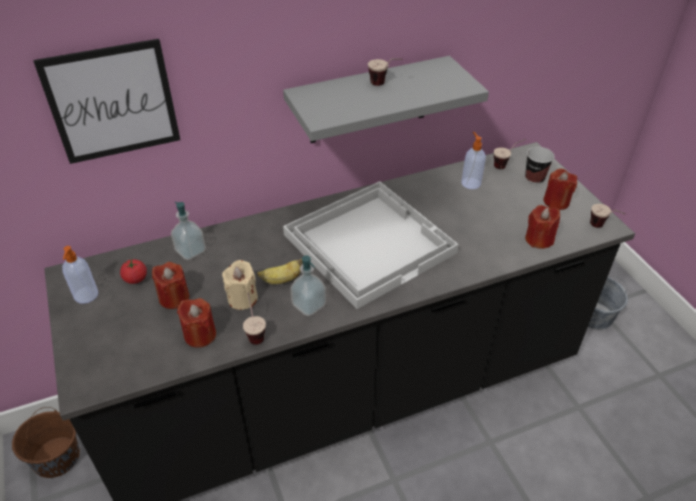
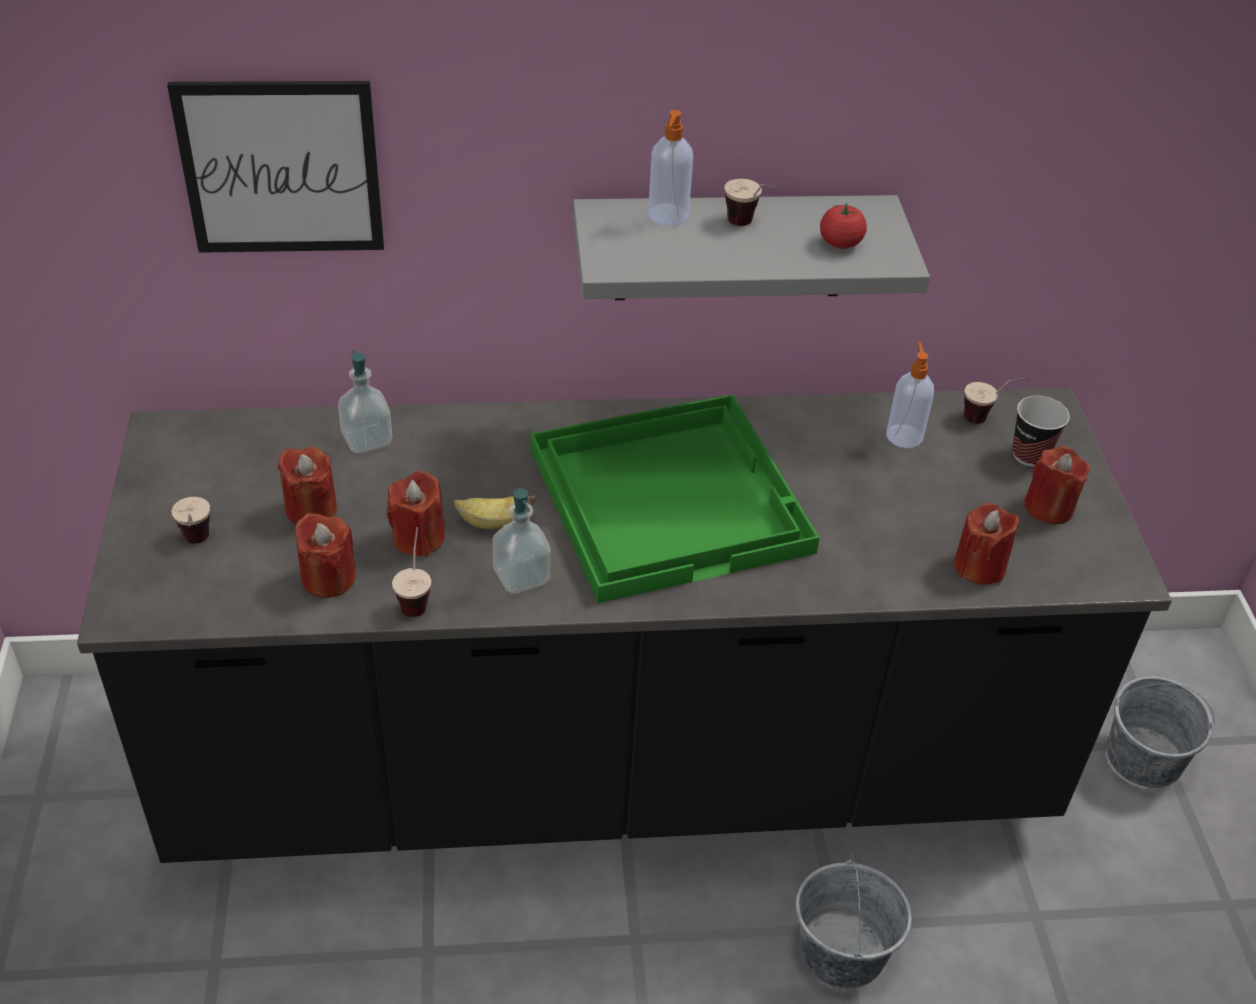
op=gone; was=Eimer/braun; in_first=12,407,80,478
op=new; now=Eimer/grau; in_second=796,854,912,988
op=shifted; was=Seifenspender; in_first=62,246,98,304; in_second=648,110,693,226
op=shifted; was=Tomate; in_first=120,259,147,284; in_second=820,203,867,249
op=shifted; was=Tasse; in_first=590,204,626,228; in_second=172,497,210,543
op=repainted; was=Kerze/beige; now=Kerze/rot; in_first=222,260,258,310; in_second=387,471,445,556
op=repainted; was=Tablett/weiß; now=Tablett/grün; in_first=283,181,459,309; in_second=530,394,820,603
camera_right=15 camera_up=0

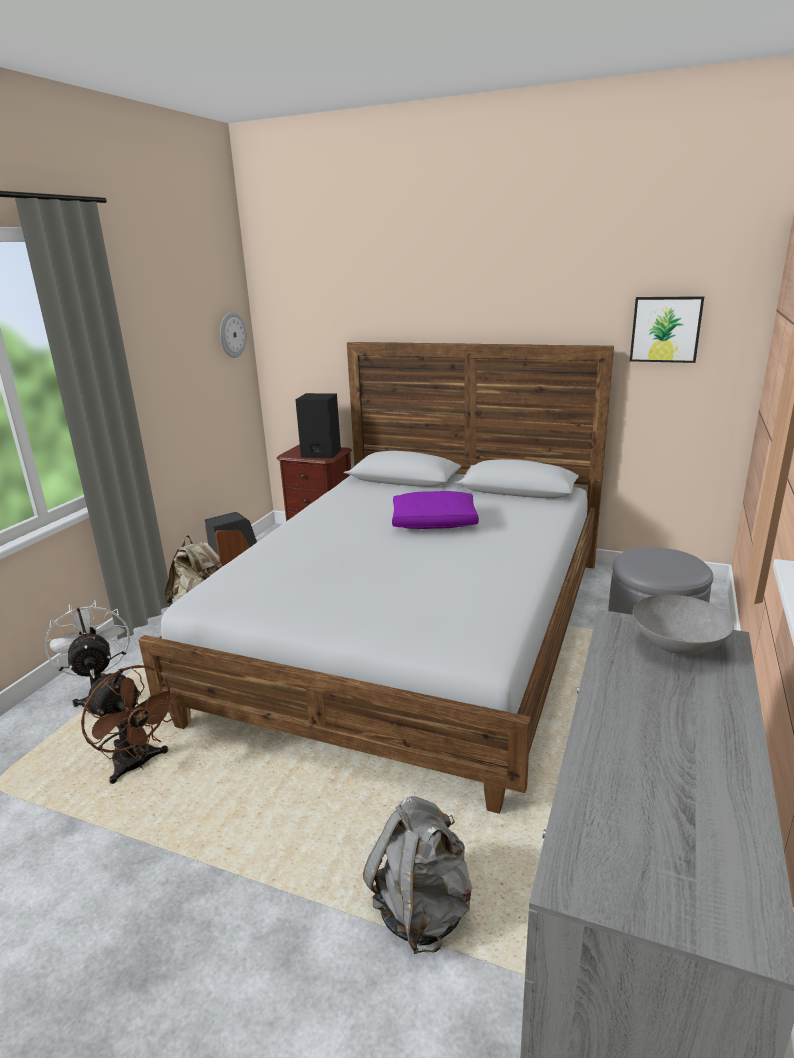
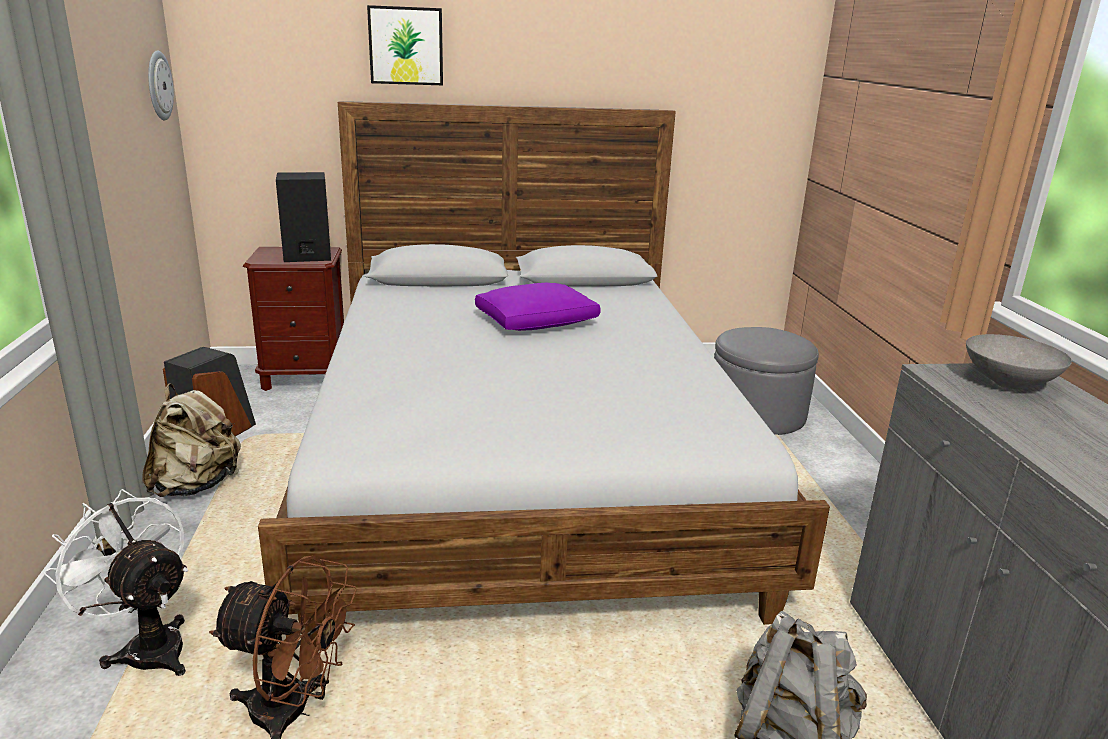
op=shifted; was=Bild; in_first=630,296,704,363; in_second=367,5,443,85
camera_right=-30 camera_up=0

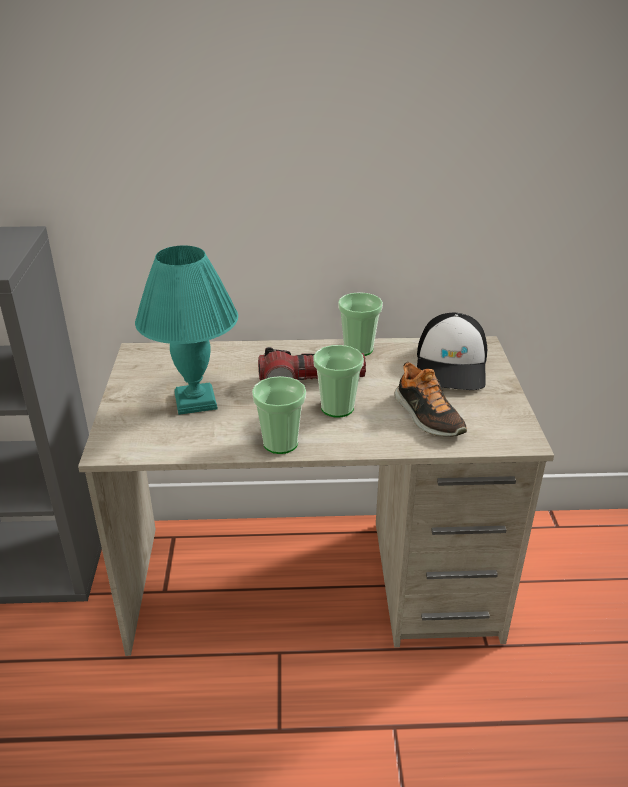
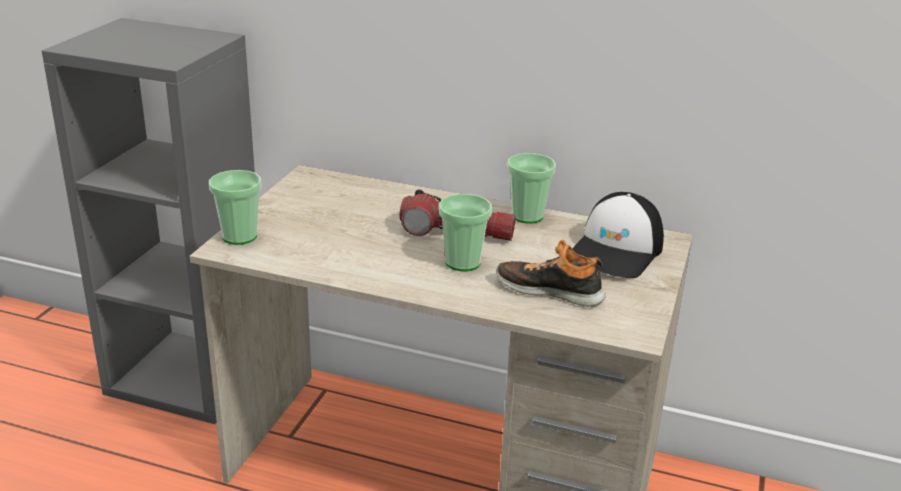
op=gone; was=Tischlampe/türkis; in_first=135,245,238,415
op=shifted; was=Tasse; in_first=252,376,306,454; in_second=209,170,262,245
op=rotated; was=Schuh; in_first=394,362,467,436; in_second=496,240,606,307; clockwise=120
camera_right=20 camera_up=-5

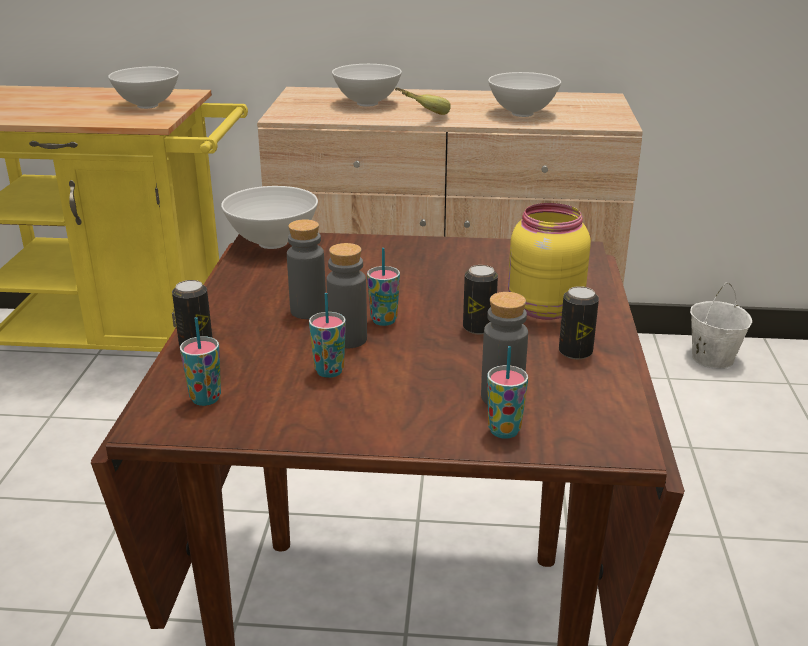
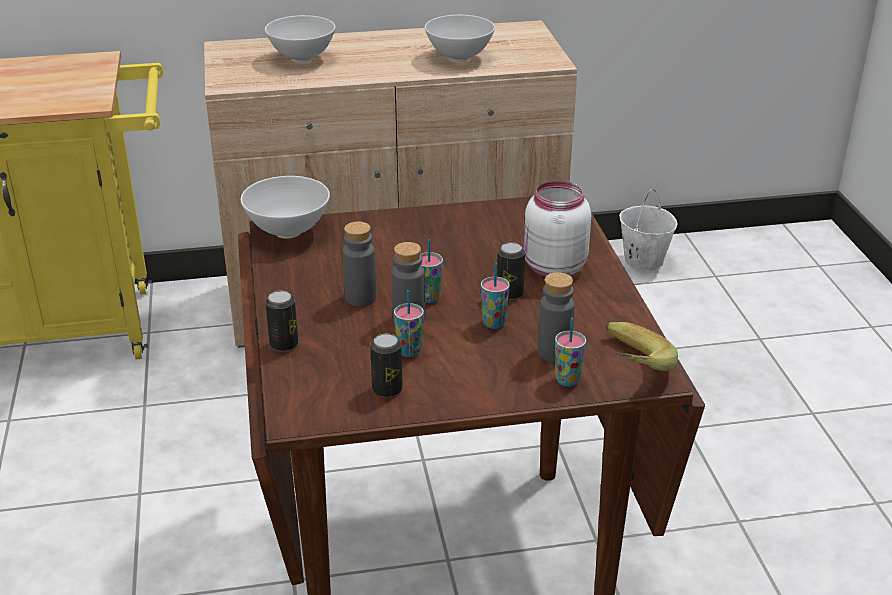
op=gone; was=Schüssel/weiß; in_first=108,67,179,109
op=shifted; was=Tasse; in_first=180,317,221,406; in_second=481,263,510,329
op=shifted; was=Banane; in_first=395,88,451,115; in_second=606,322,678,371
op=shifted; was=Dose; in_first=559,286,599,359; in_second=370,334,403,398
op=repainted; was=Vorratsglas/gelb; now=Vorratsglas/weiß; in_first=508,203,591,320; in_second=524,181,591,277
camera_right=-15 camera_up=5

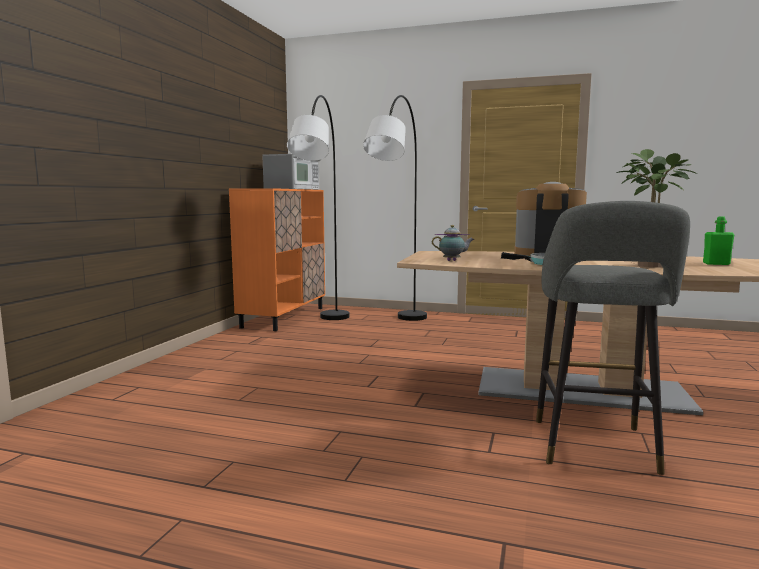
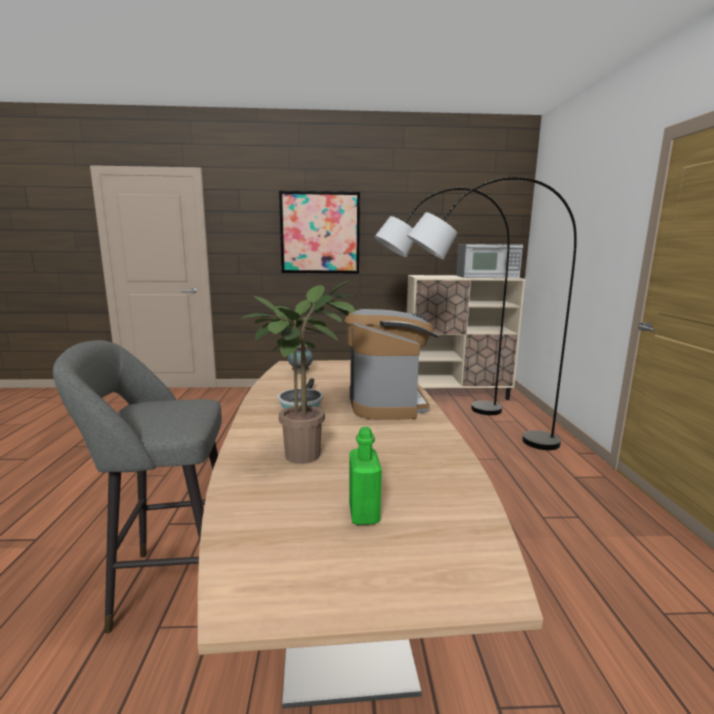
op=new; now=Bild; in_second=279,191,360,274
op=repainted; was=Schrank/orange; now=Schrank/beige; in_first=229,188,325,331; in_second=407,275,525,400
camera_right=70 camera_up=5

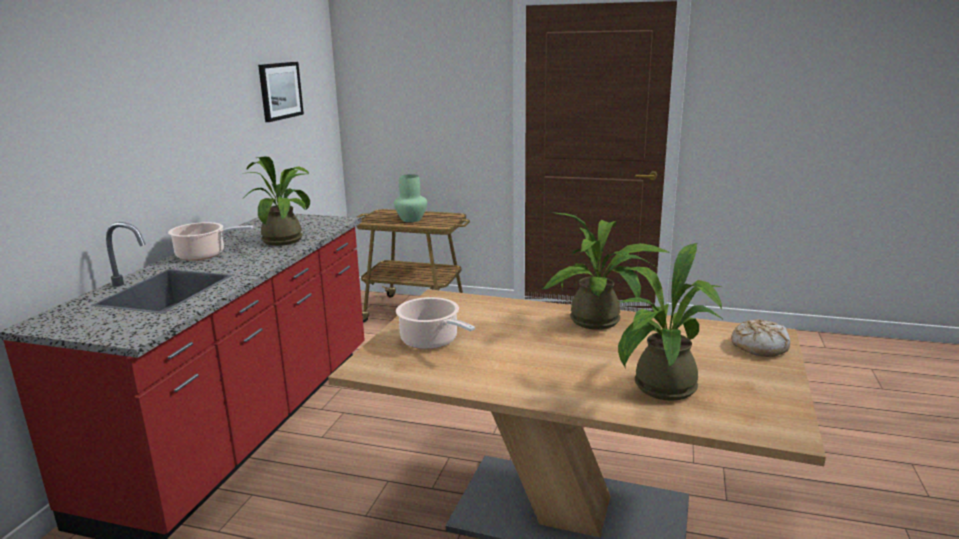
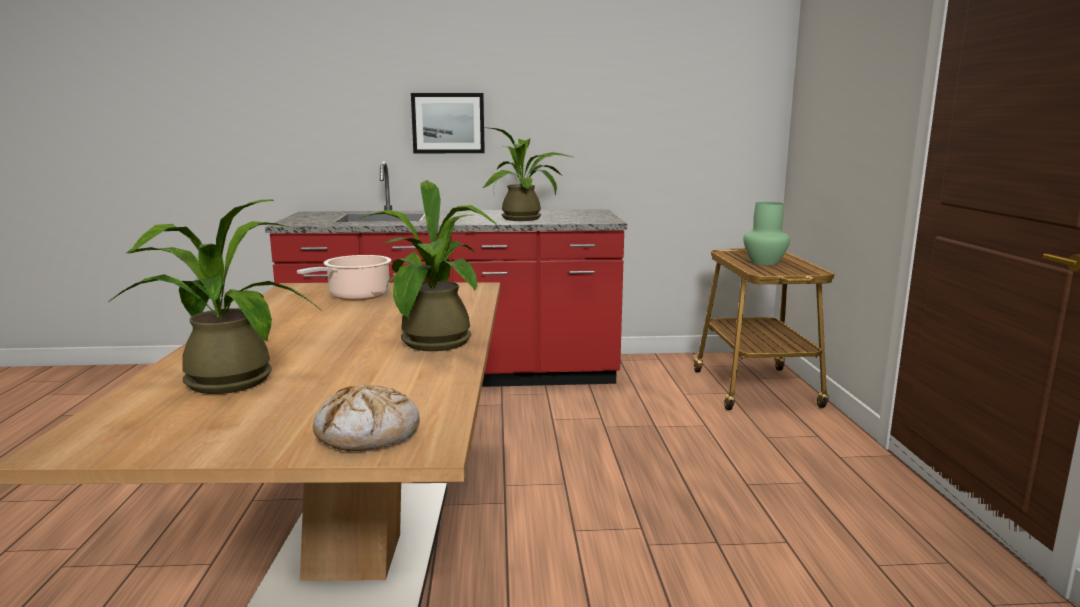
op=gone; was=Kochtopf; in_first=168,222,253,261
op=shifted; was=Bild; in_first=258,62,304,122; in_second=411,93,485,153
camera_right=70 camera_up=-5

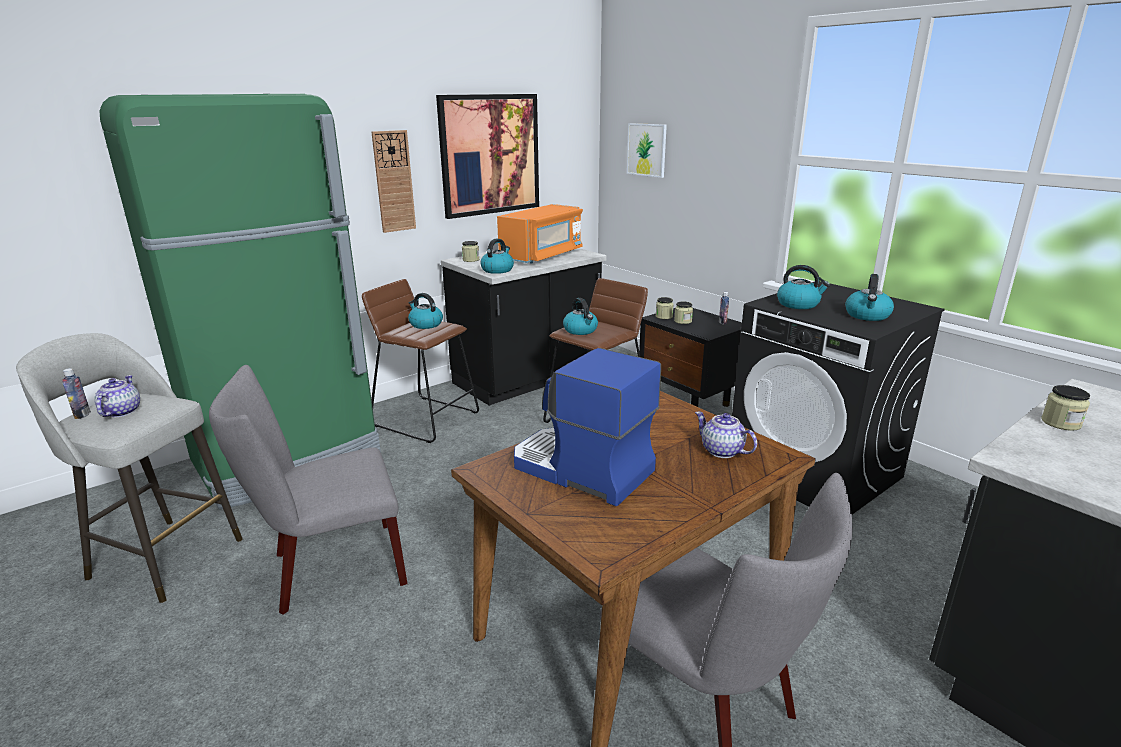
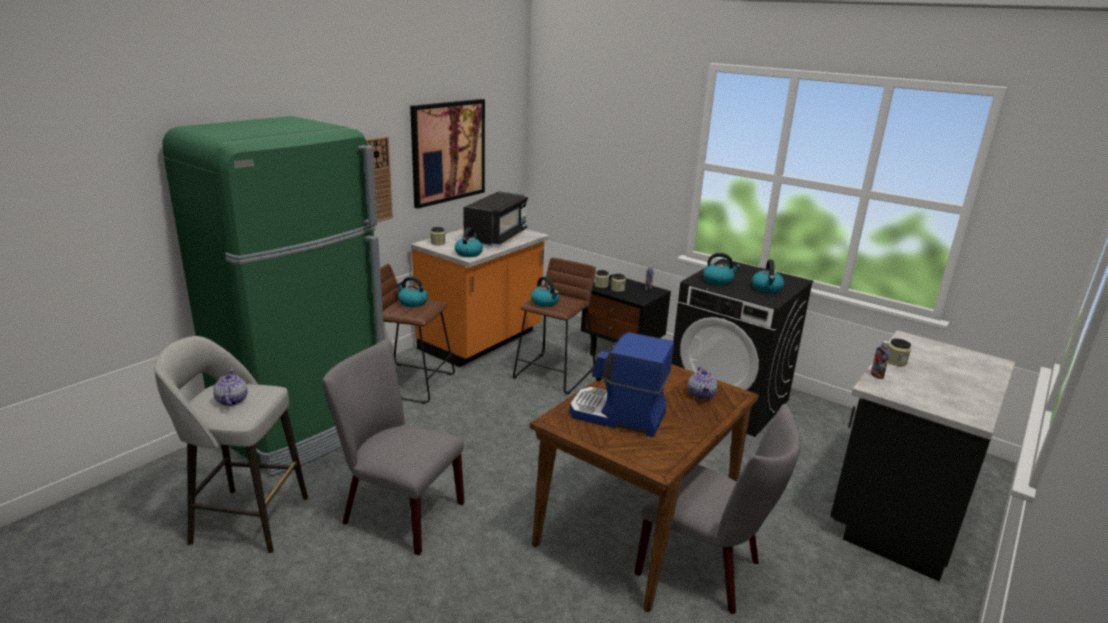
op=gone; was=Bild; in_first=627,123,667,178
op=shifted; was=Flasche; in_first=62,368,91,419; in_second=871,341,890,379
op=repainted; was=Küchenzeile/schwarz; now=Küchenzeile/orange; in_first=441,248,606,406; in_second=411,229,549,367
op=repainted; was=Mikrowelle/orange; now=Mikrowelle/schwarz; in_first=497,204,583,263; in_second=463,191,528,246
op=rotated; was=Stuhl/grau; in_first=209,365,408,614; in_second=322,339,465,555; clockwise=60
op=rotated; was=Teekanne; in_first=695,412,757,458; in_second=688,367,717,400; clockwise=-120
camera_right=-15 camera_up=0

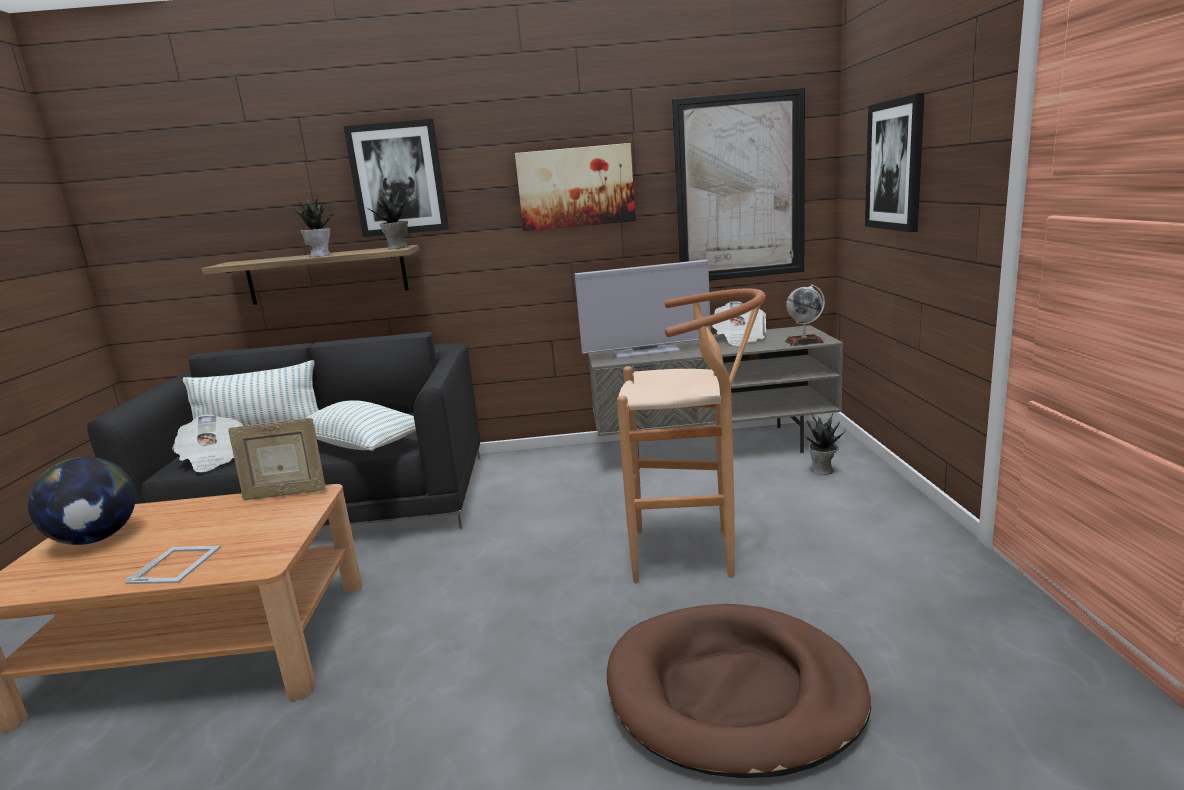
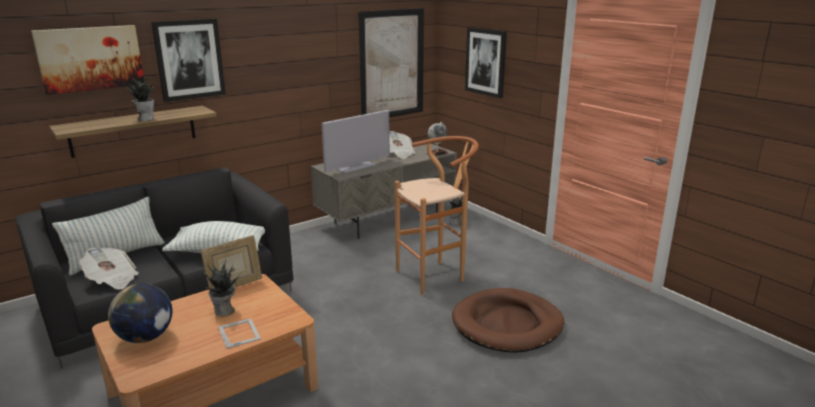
op=shifted; was=Topfpflanze; in_first=365,189,408,249; in_second=203,259,241,316
op=shifted; was=Bild; in_first=515,143,636,231; in_second=31,25,144,95
camera_right=-35 camera_up=5

